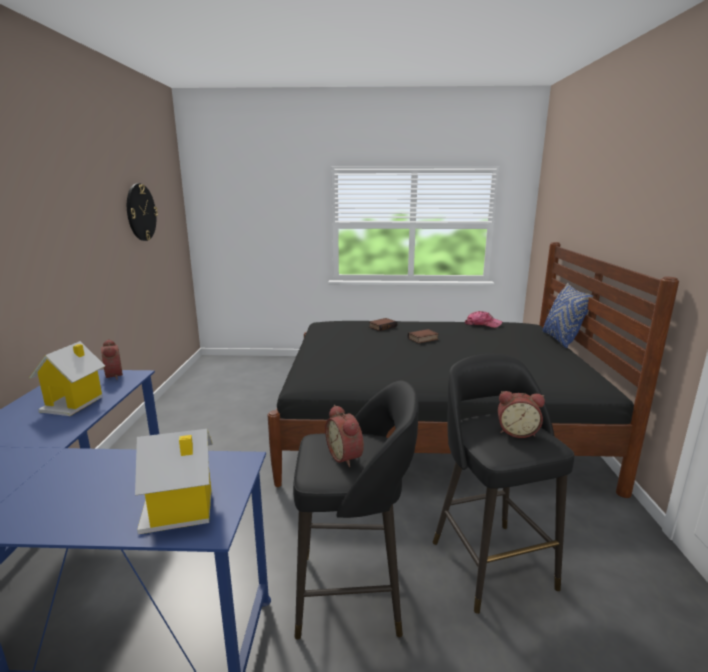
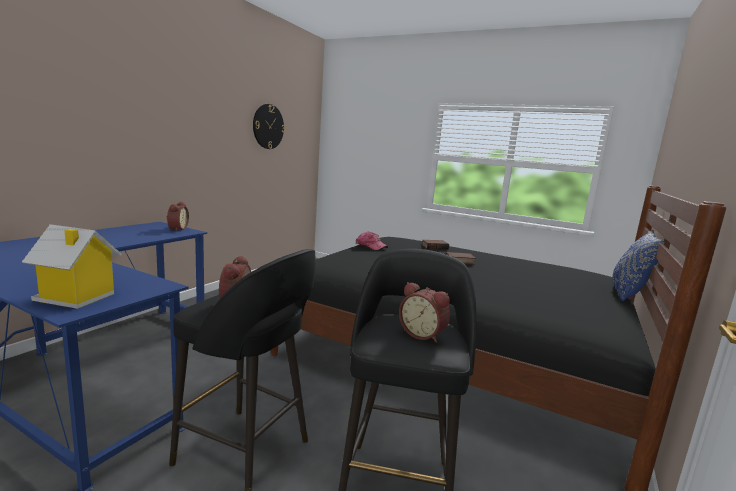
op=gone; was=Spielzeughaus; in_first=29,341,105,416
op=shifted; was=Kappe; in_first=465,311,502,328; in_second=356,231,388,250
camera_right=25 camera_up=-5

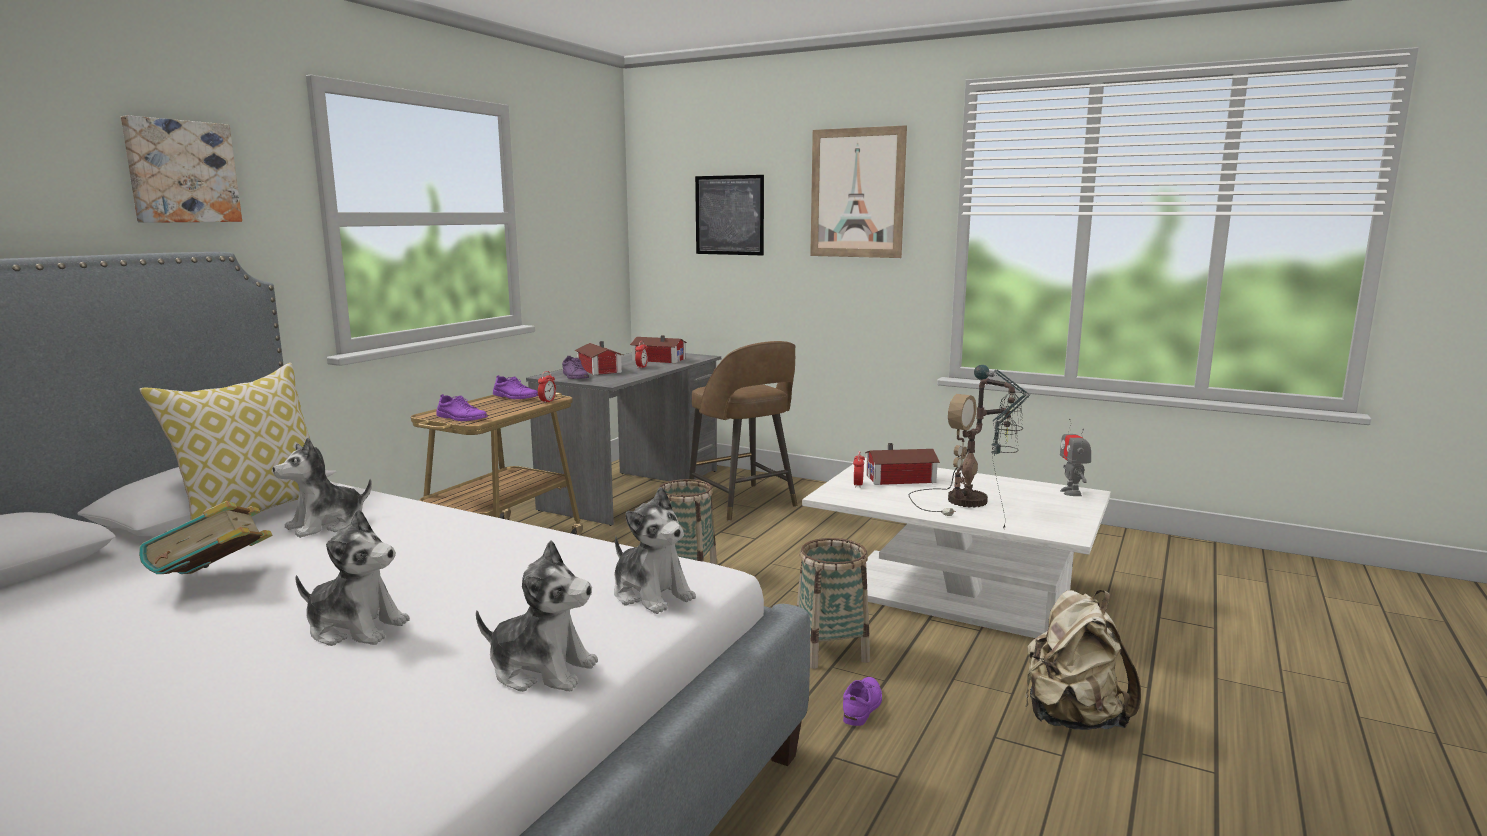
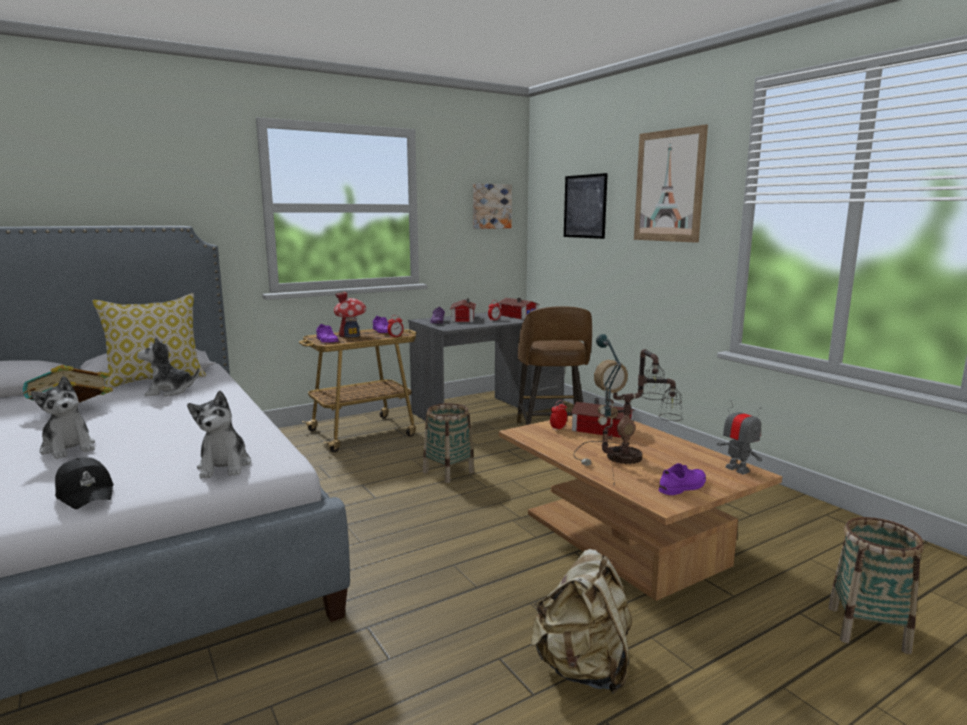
op=new; now=Spielzeughaus; in_second=334,292,366,337
op=shifted; was=Bild; in_first=121,115,242,223; in_second=473,184,512,229
op=shifted; was=Korb; in_first=797,538,870,669; in_second=828,517,924,654
op=shifted; was=Schuh/lila; in_first=843,677,882,726; in_second=659,463,706,495
op=swapped; was=Plüschtier; now=Kappe/schwarz; in_first=476,540,598,692; in_second=55,457,114,509
op=repainted; was=Couchtisch/weiß; now=Couchtisch/braun; in_first=802,458,1111,638; in_second=499,415,782,601
op=rotated; was=Spielzeugroboter; in_first=1060,419,1091,496; in_second=717,400,762,475; clockwise=120
camera_right=30 camera_up=0

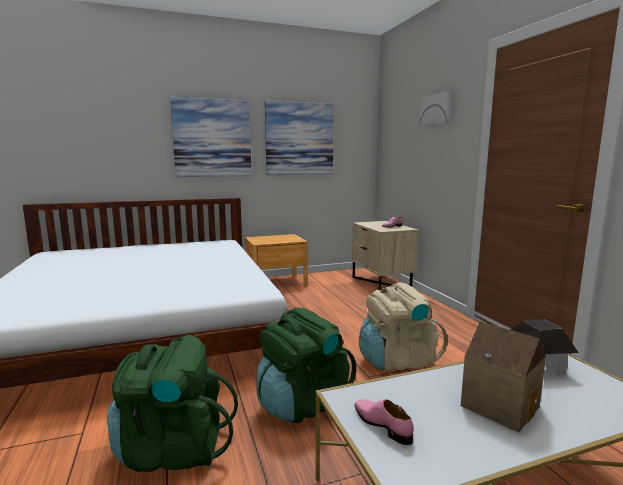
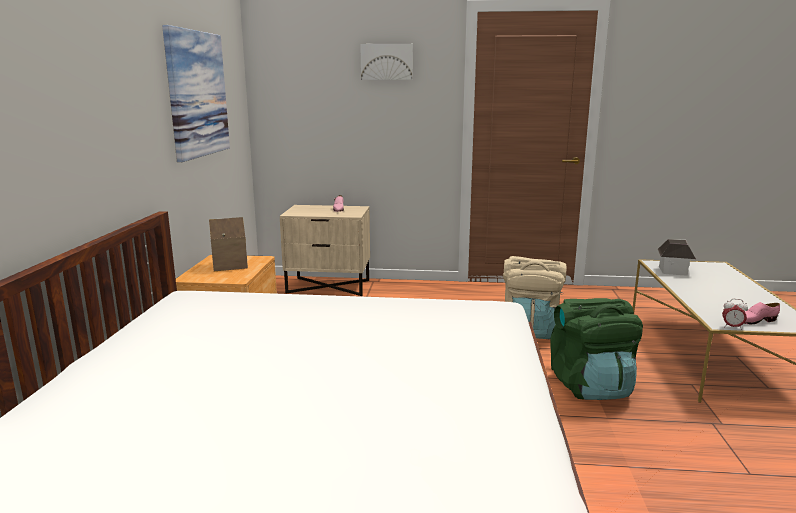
op=gone; was=Rucksack/grün; in_first=107,335,238,472
op=gone; was=Bild; in_first=170,97,252,177
op=new; now=Wecker; in_second=722,299,748,330
op=shifted; was=Spielzeughaus; in_first=461,321,546,433; in_second=209,217,248,271
camera_right=-65 camera_up=5

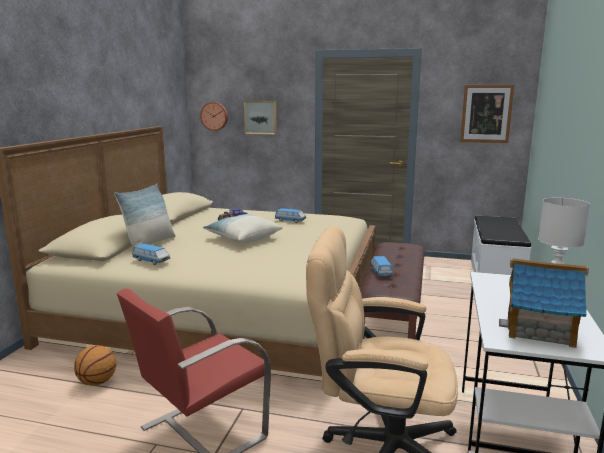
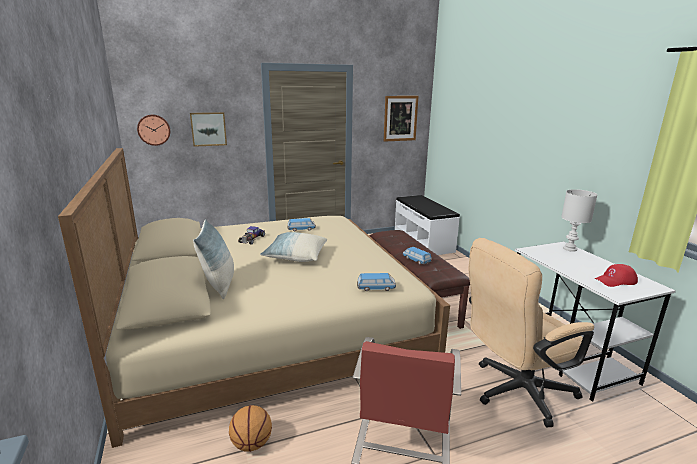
op=shifted; was=Spielzeugauto; in_first=132,244,170,265; in_second=357,273,396,291
op=swapped; was=Spielzeughaus; now=Kappe/rot; in_first=499,258,589,348; in_second=594,264,638,287
camera_right=-35 camera_up=5

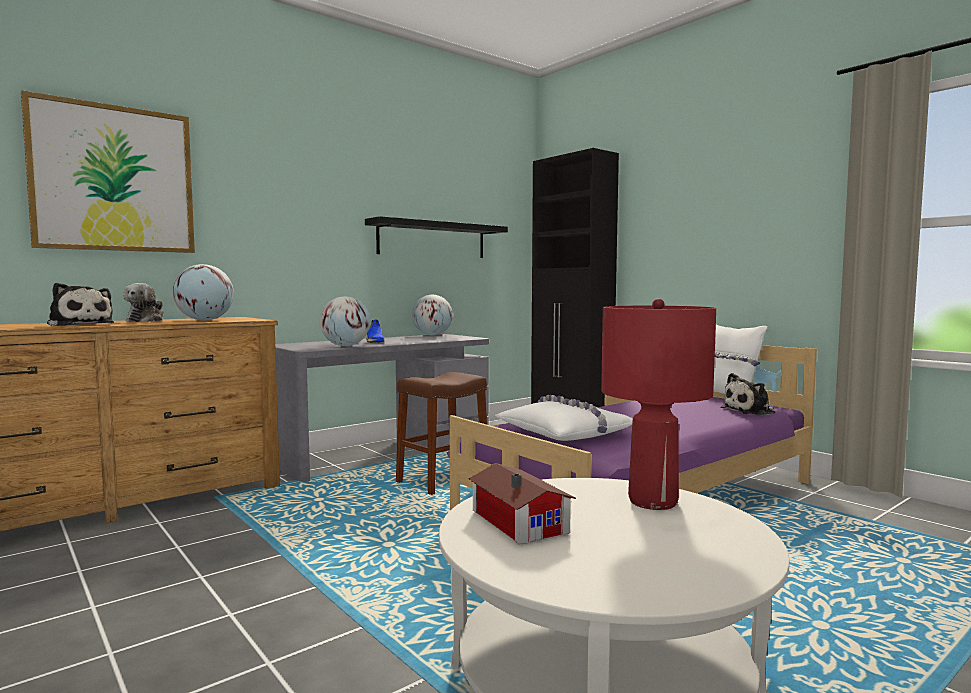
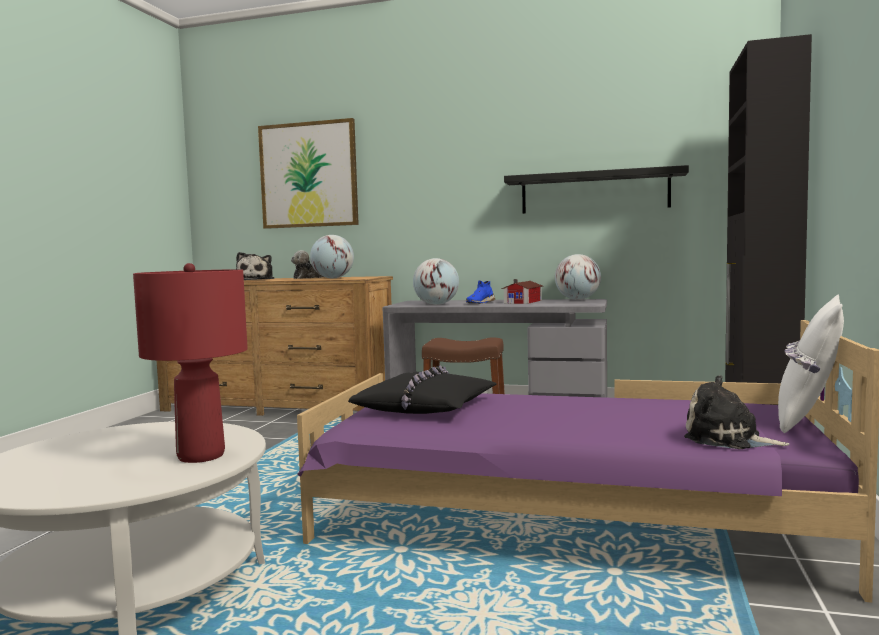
op=shifted; was=Spielzeughaus; in_first=468,463,576,544; in_second=501,279,542,304
op=repainted; was=Kissen/weiß; now=Kissen/schwarz; in_first=495,395,633,441; in_second=348,365,497,414
camera_right=55 camera_up=0

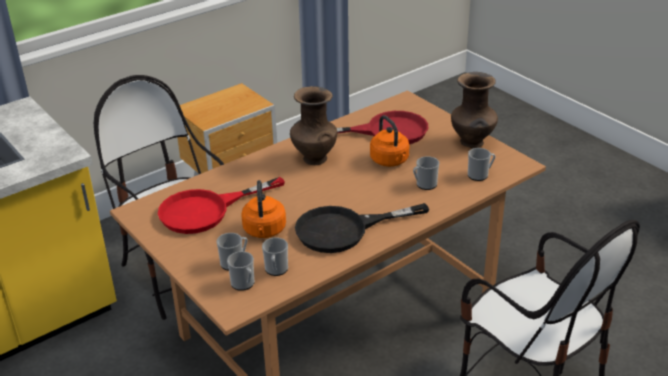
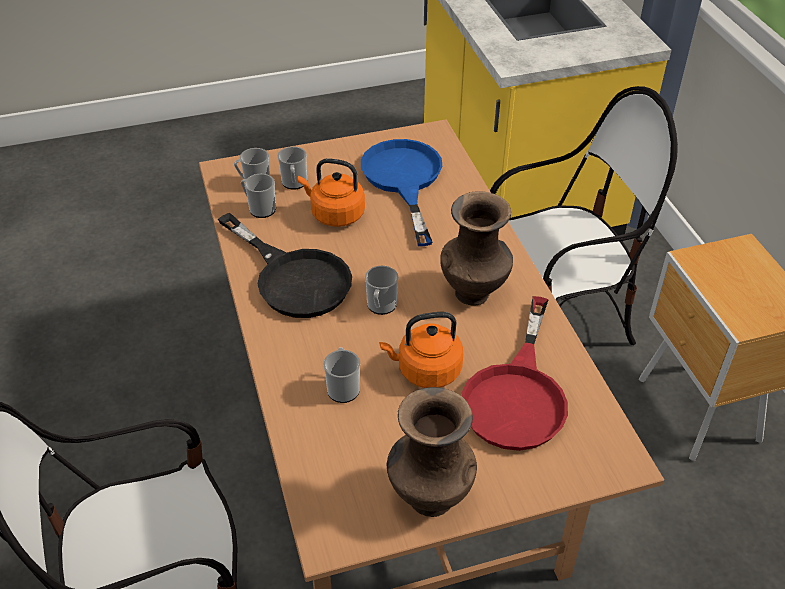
op=shifted; was=Henkelbecher; in_first=468,148,496,181; in_second=365,266,398,315
op=repainted; was=Pfanne/rot; now=Pfanne/blau; in_first=158,177,285,234; in_second=361,139,442,246
op=rotated; was=Pfanne/schwarz; in_first=295,203,429,253; in_second=218,213,352,318; clockwise=135
camera_right=110 camera_up=10

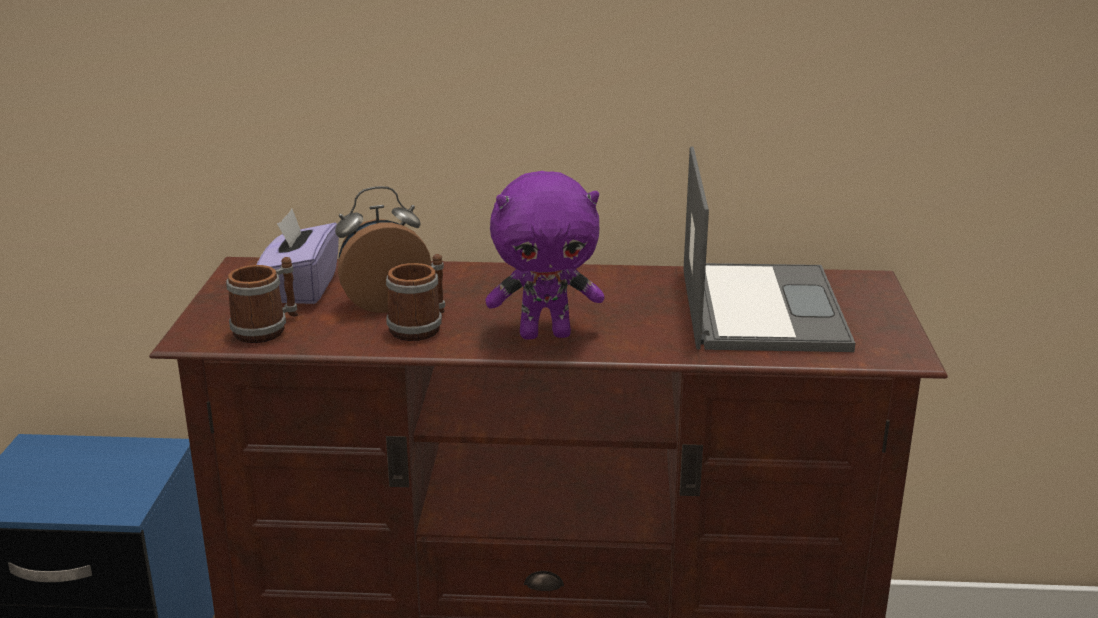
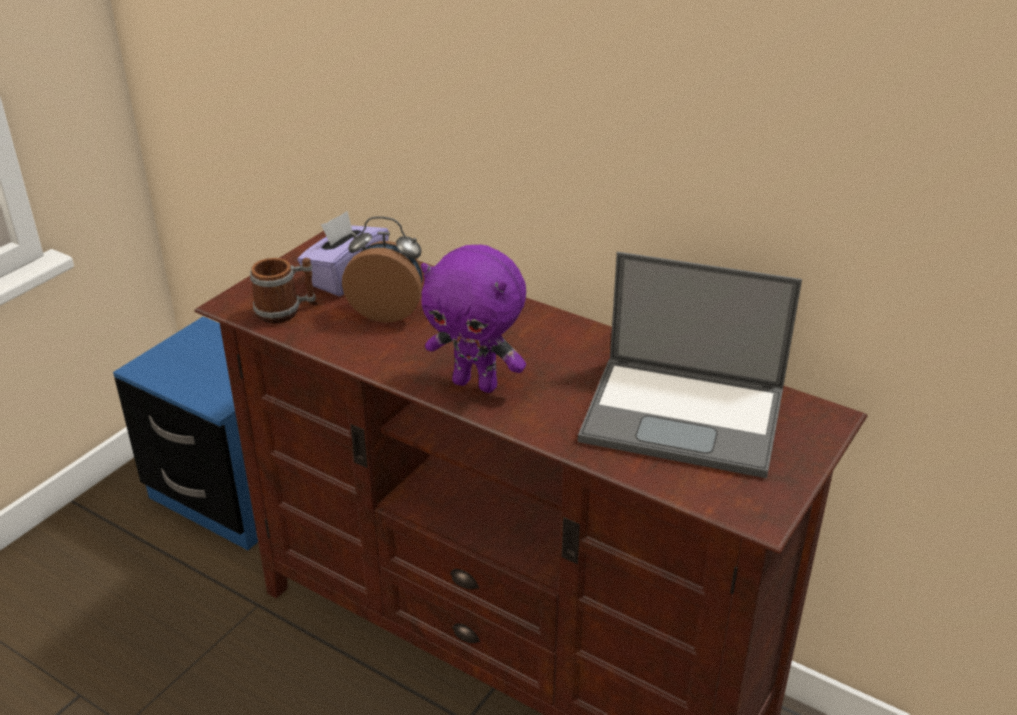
op=gone; was=Henkelbecher; in_first=386,254,445,341
op=rotated; was=Laptop; in_first=683,147,855,352; in_second=578,252,802,478; clockwise=75
camera_right=30 camera_up=10

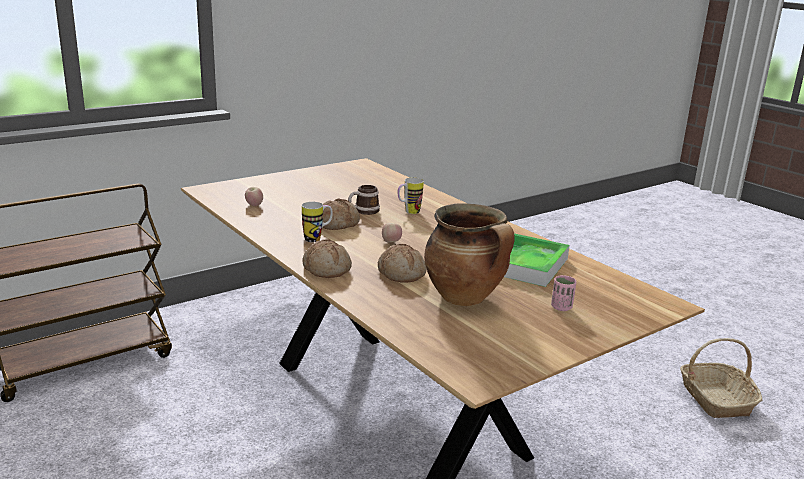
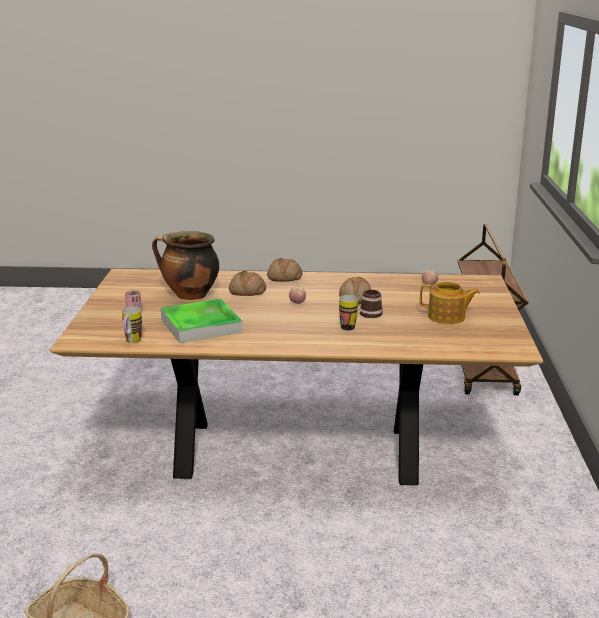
op=new; now=Teekanne; in_second=420,282,480,324
op=shifted; was=Henkelbecher; in_first=302,202,333,242; in_second=122,306,142,343
camera_right=130 camera_up=0

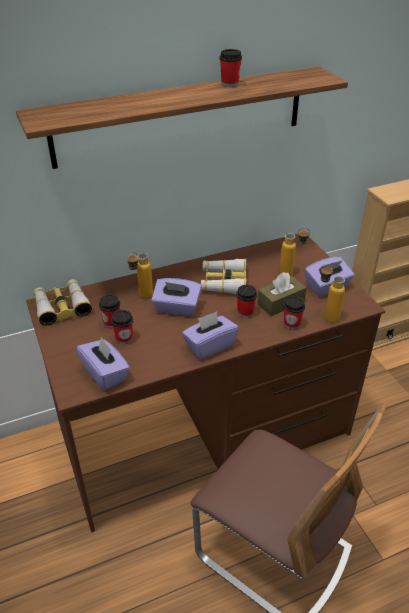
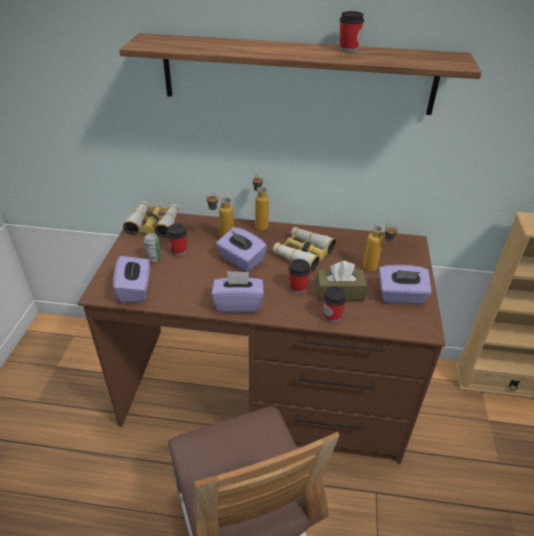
op=gone; was=Tasse; in_first=111,310,133,344
op=new; now=Dose; in_second=144,233,161,262
op=shifted; was=Flasche; in_first=321,264,345,323; in_second=253,174,269,231
camera_right=30 camera_up=0

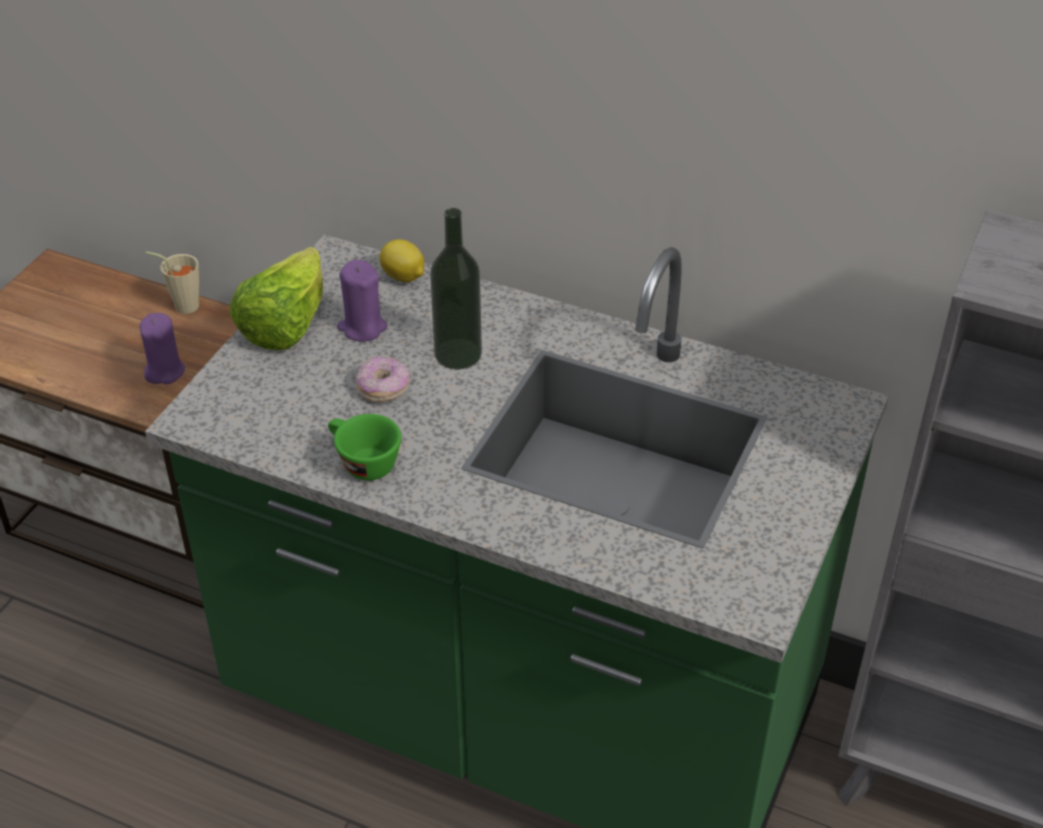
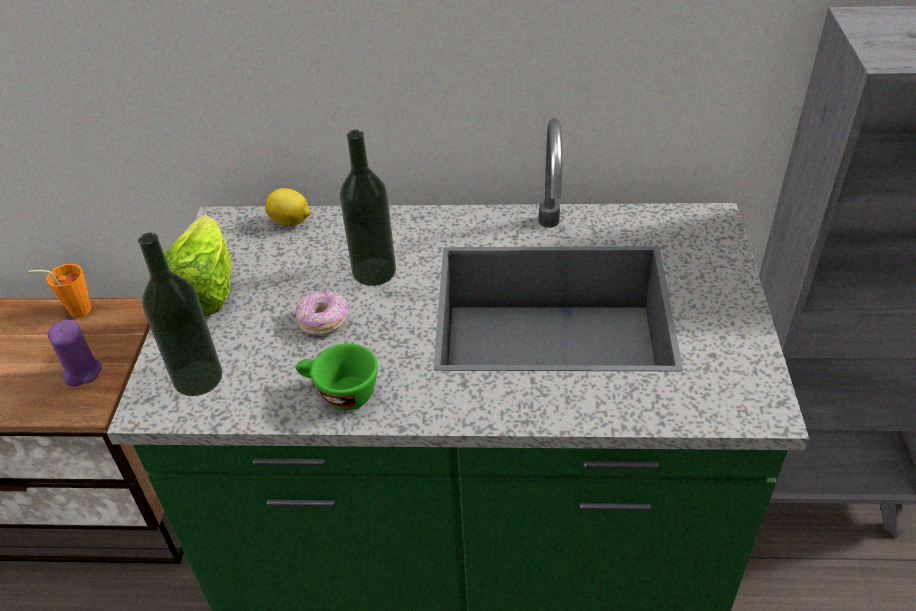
op=gone; was=Kerze/lila; in_first=337,260,388,342
op=new; now=Flasche; in_second=138,233,222,396
op=repainted; was=Tasse/beige; now=Tasse/orange; in_first=145,251,199,314; in_second=28,264,91,318
camera_right=-20 camera_up=0

